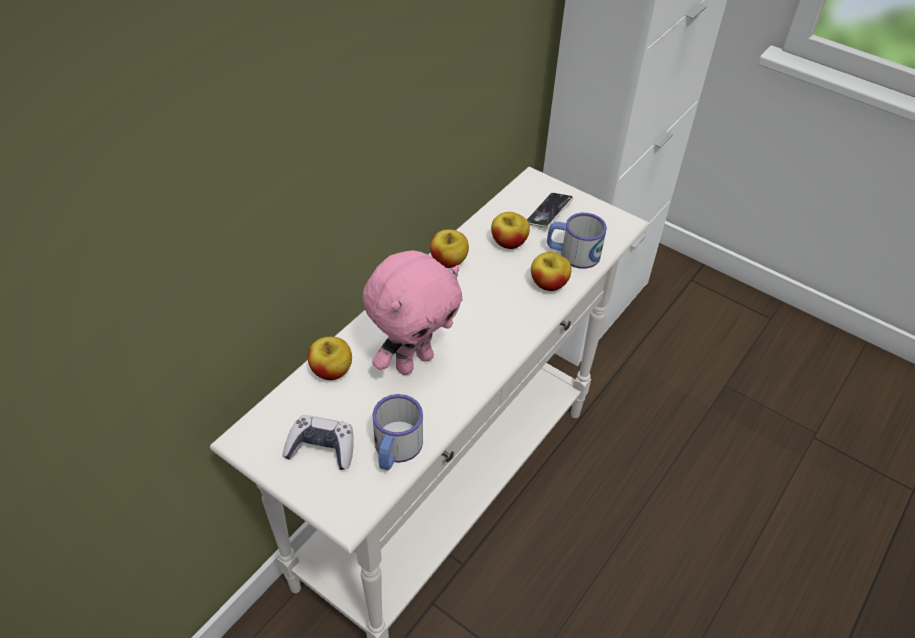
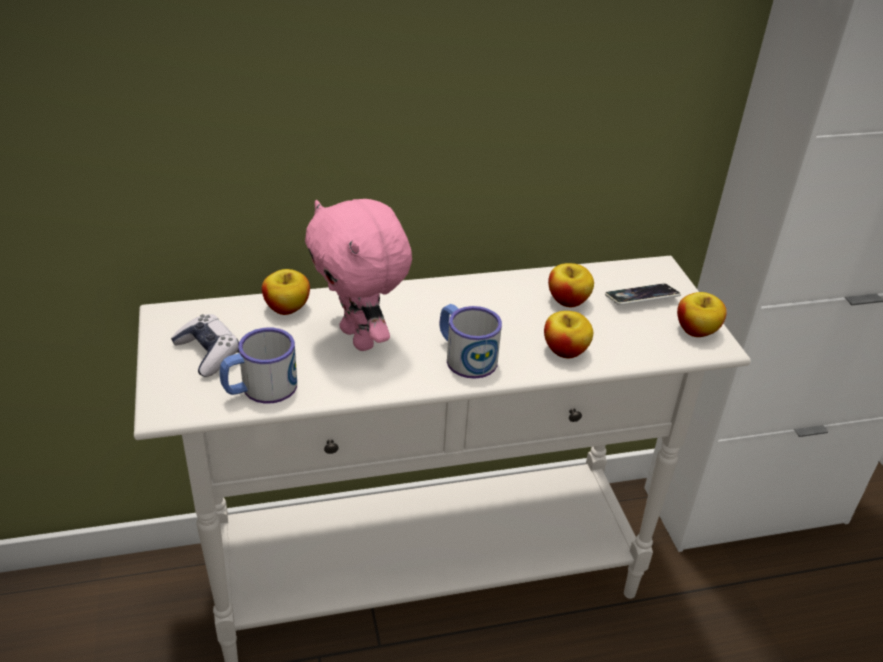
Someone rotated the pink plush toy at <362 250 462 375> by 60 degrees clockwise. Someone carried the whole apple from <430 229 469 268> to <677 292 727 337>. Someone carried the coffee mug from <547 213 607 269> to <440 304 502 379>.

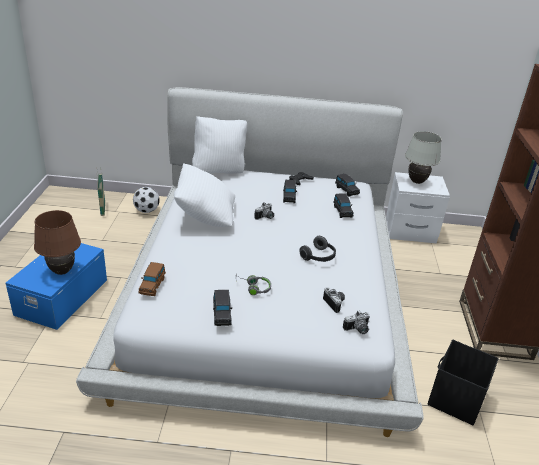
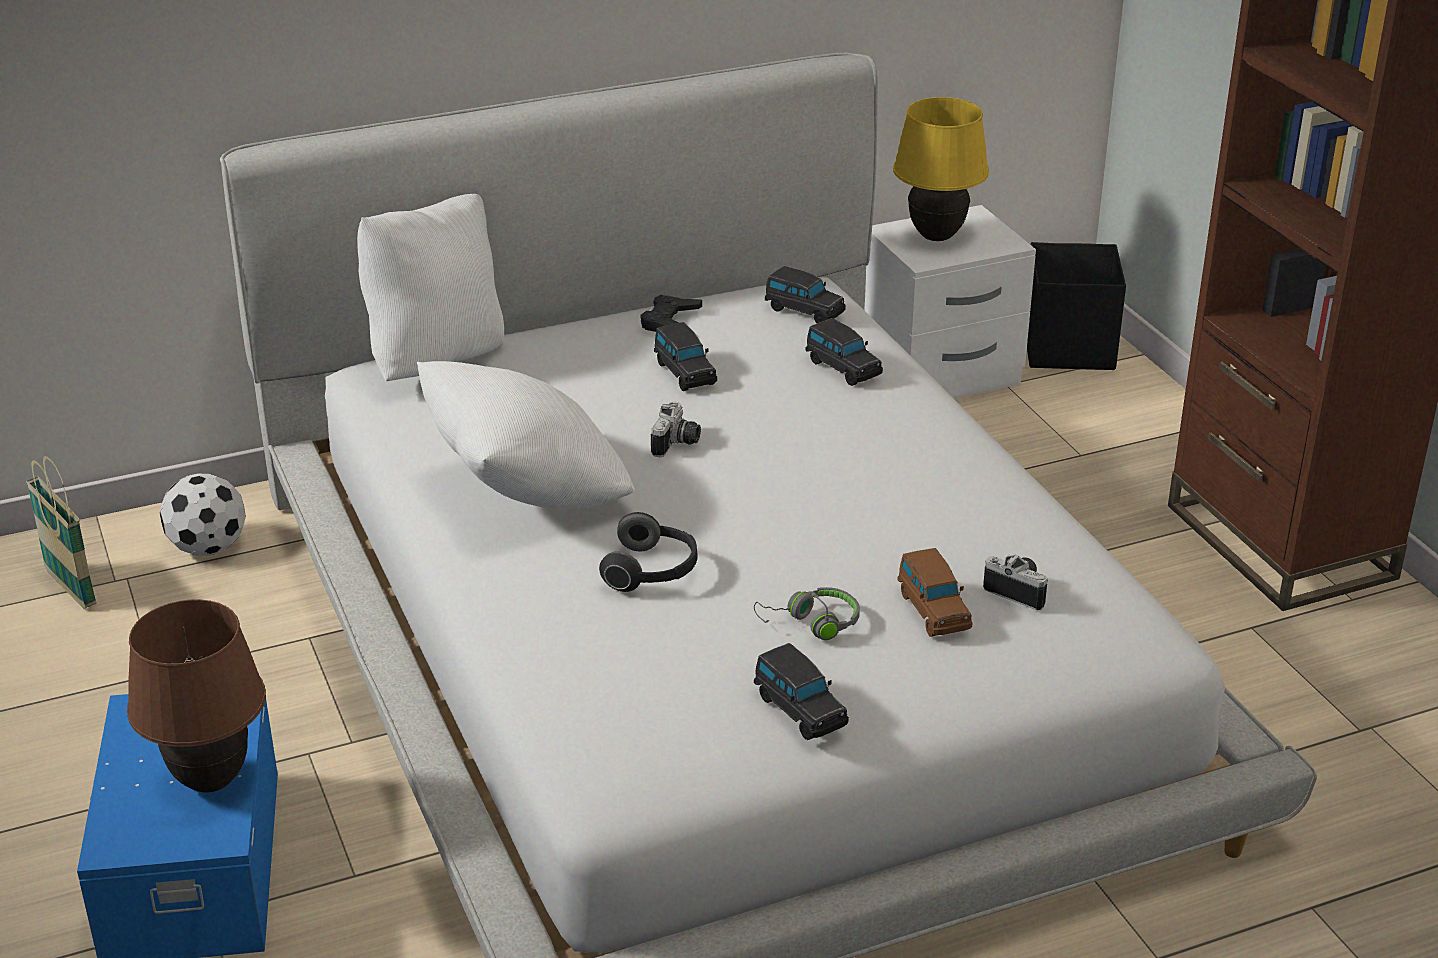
Someone carried the brown-coloured toy car from <138 262 166 296> to <898 548 973 637>. Someone carried the headphones from <299 236 336 262> to <599 512 697 592>. Someone took away the still camera at <343 311 370 334>. Someone repainted the whitish lamp for a table at <405 131 442 184>, which became the yellowish lamp for a table at <893 97 989 241>. Someone carried the black-coloured storage box from <428 339 499 425> to <1027 242 1126 370>.

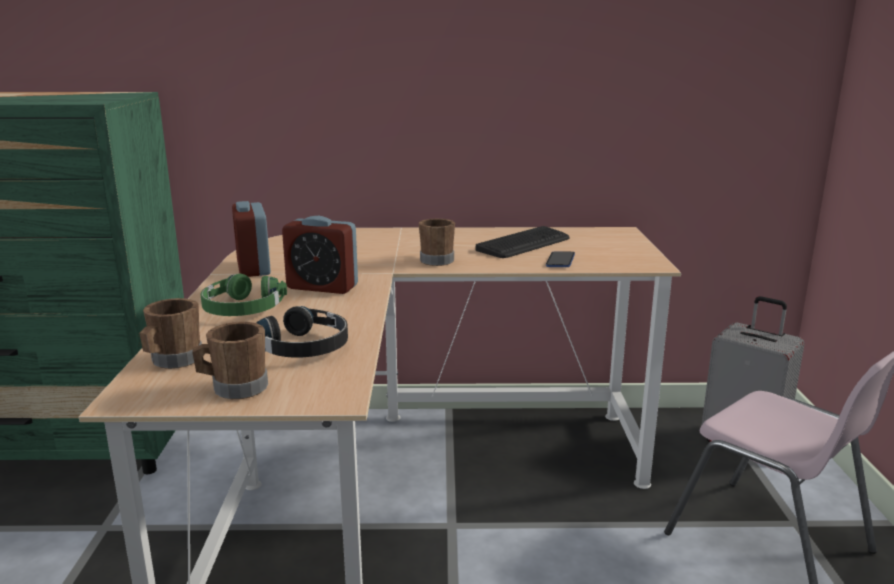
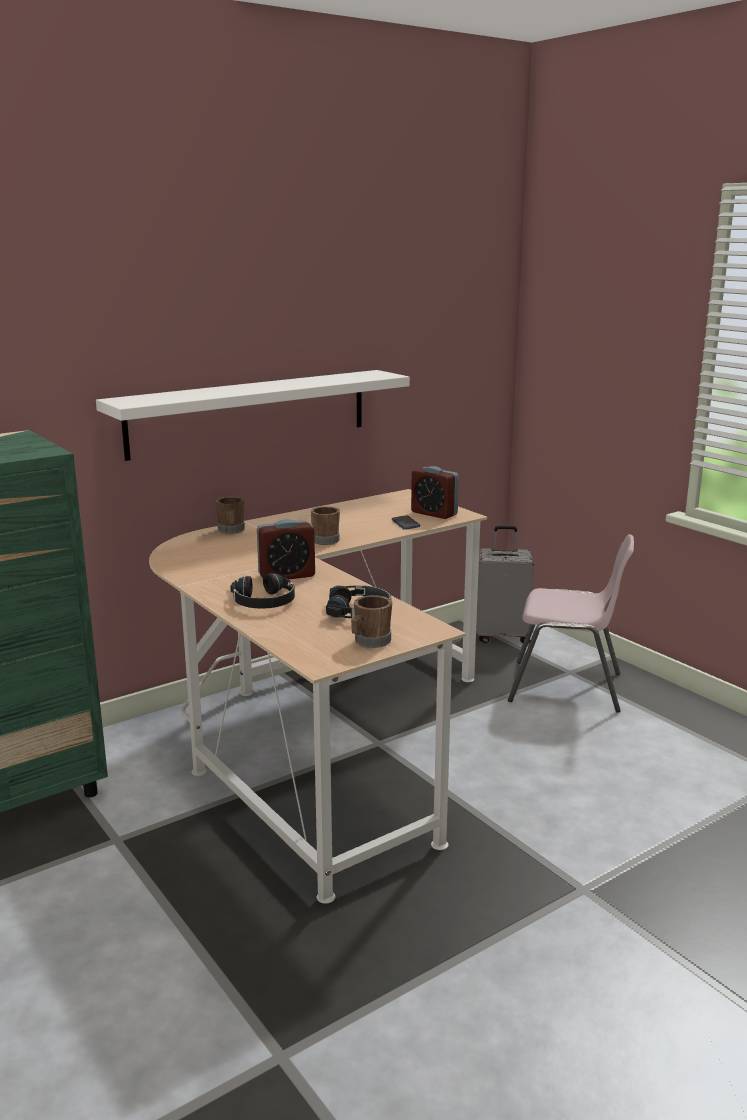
Someone carried the brown-coloured coffee mug from <139 298 202 369> to <216 497 245 534>. Someone repainted the green headphones at <201 274 287 316>, which became the black-coloured headphones at <230 573 295 609>. Someone carried the table clock from <232 201 271 277> to <411 466 459 519>. Someone took away the PC keyboard at <476 226 569 258>. Someone put up the whitish shelf at <96 370 410 461>.

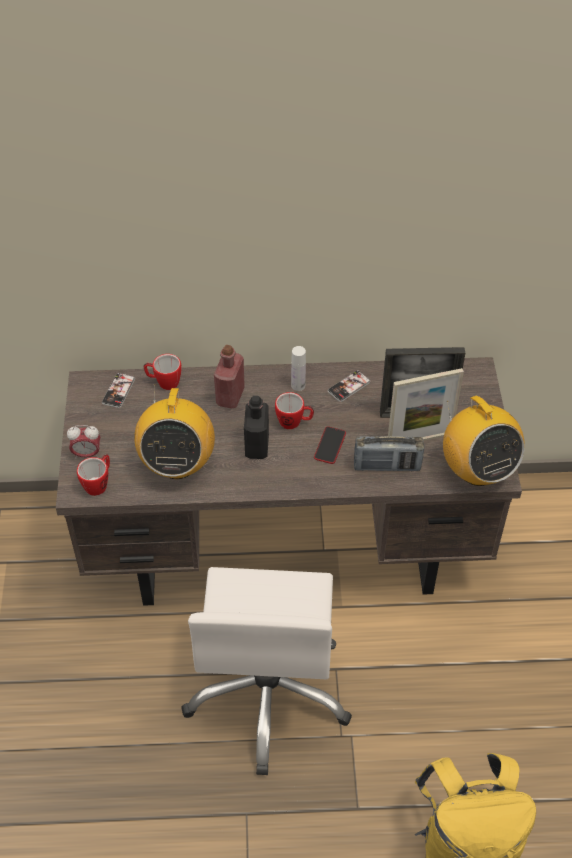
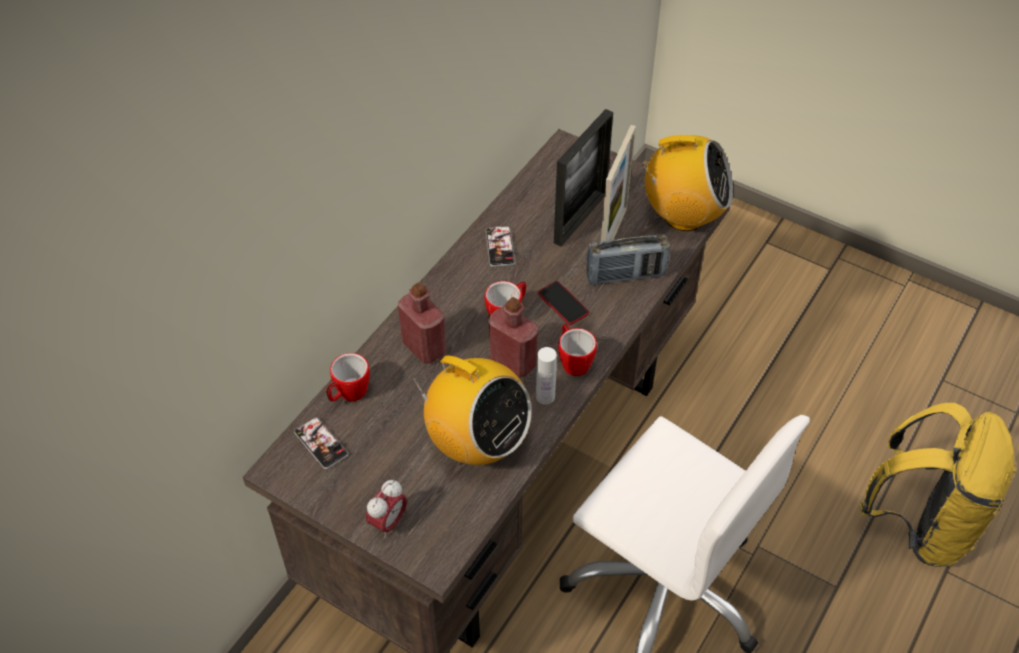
Someone carried the coffee mug from <77 455 110 496> to <558 324 597 376>. Someone repainted the black-coloured bottle at <244 396 269 459>, which became the red-coloured bottle at <488 297 539 378>. Someone carried the whitish bottle from <291 346 306 391> to <536 347 557 405>. Someone rotated the radio at <354 436 424 471> by 45 degrees clockwise.

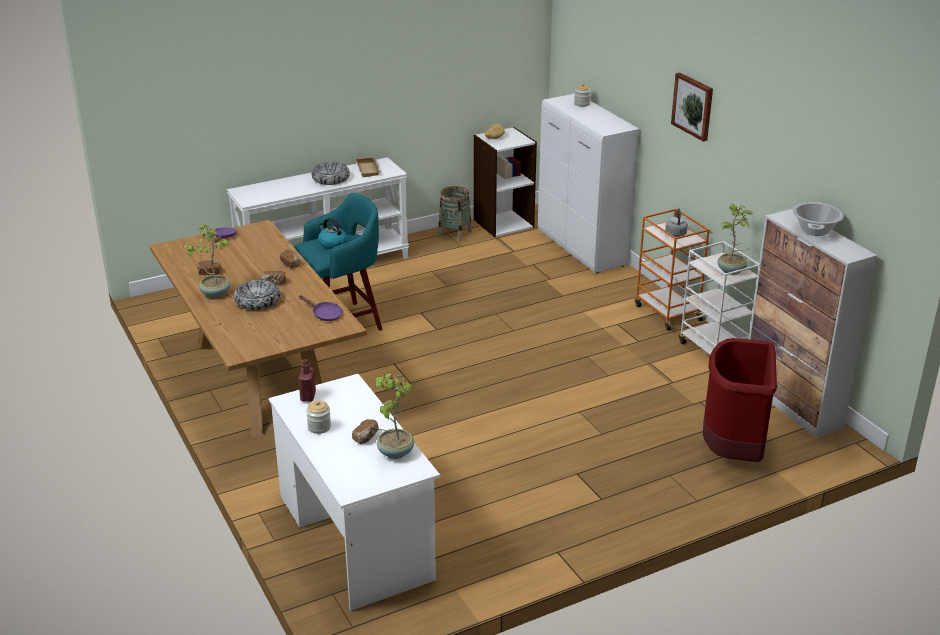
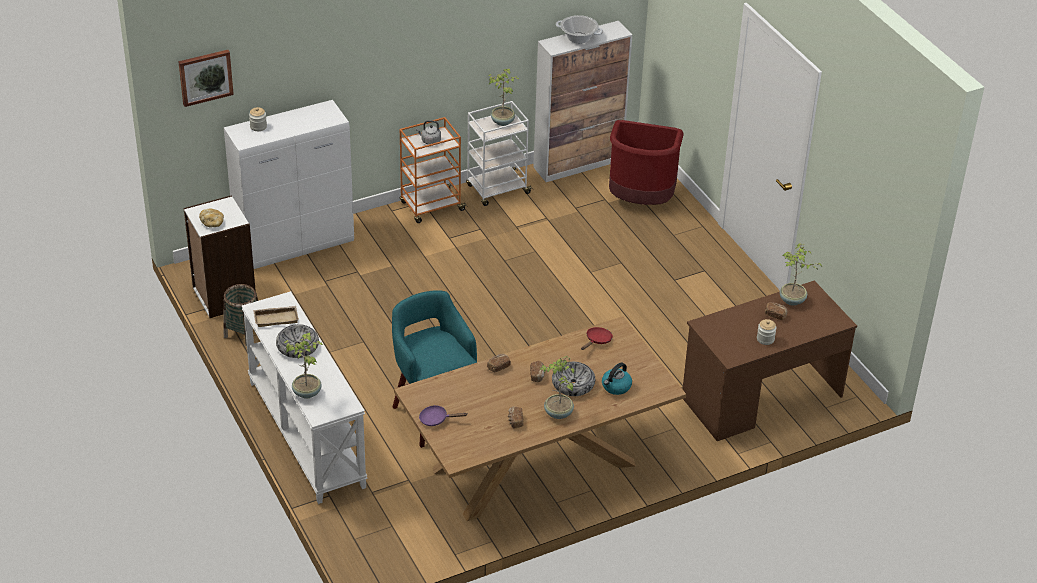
Someone repainted the whitish desk at <268 374 440 611>, which became the brown-coloured desk at <683 280 857 441>. Someone took away the red-coloured bottle at <298 359 316 402>. Someone repainted the purple-coloured frying pan at <299 295 342 321>, which became the red-coloured frying pan at <581 327 613 350>. Someone carried the kettle from <318 218 347 249> to <602 363 632 395>. Someone carried the picture from <671 73 713 141> to <178 50 234 107>. Someone put down the houseplant at <284 332 323 399>.

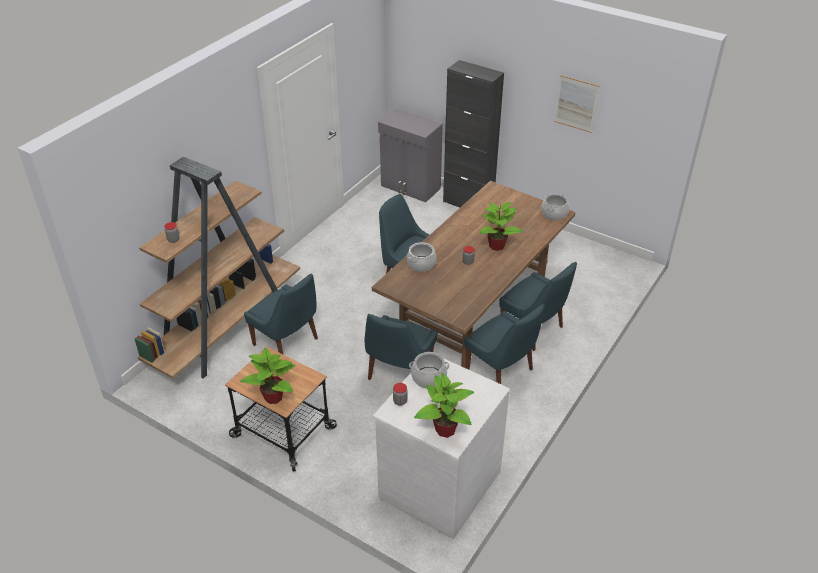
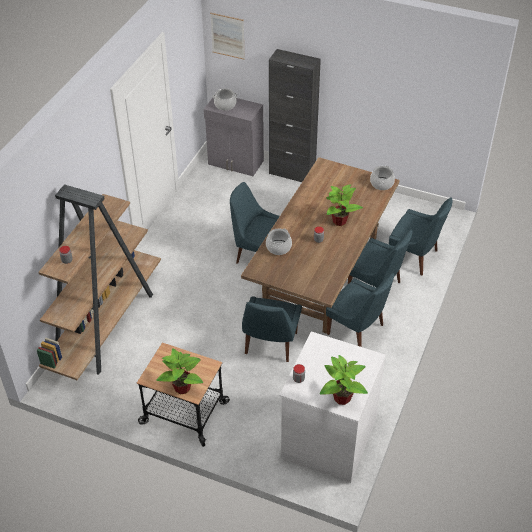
Someone carried the bluish plain chair from <244 273 318 354> to <389 198 452 276>. Someone carried the saucepot from <409 352 450 388> to <212 88 237 111>. Someone carried the picture from <554 75 599 133> to <210 13 245 60>.

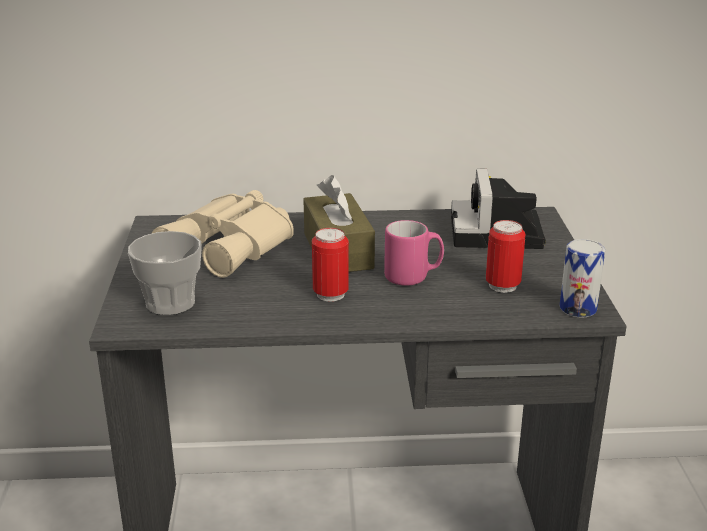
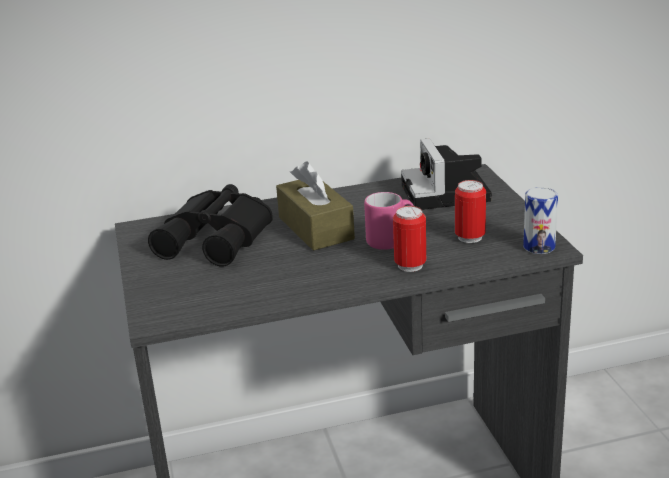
Someone took away the small cup at <128 231 202 315>. Someone repainted the beige-coloured binoculars at <152 190 294 278>, which became the black-coloured binoculars at <148 184 273 267>. Someone carried the sealed can from <312 228 349 302> to <393 206 426 272>.

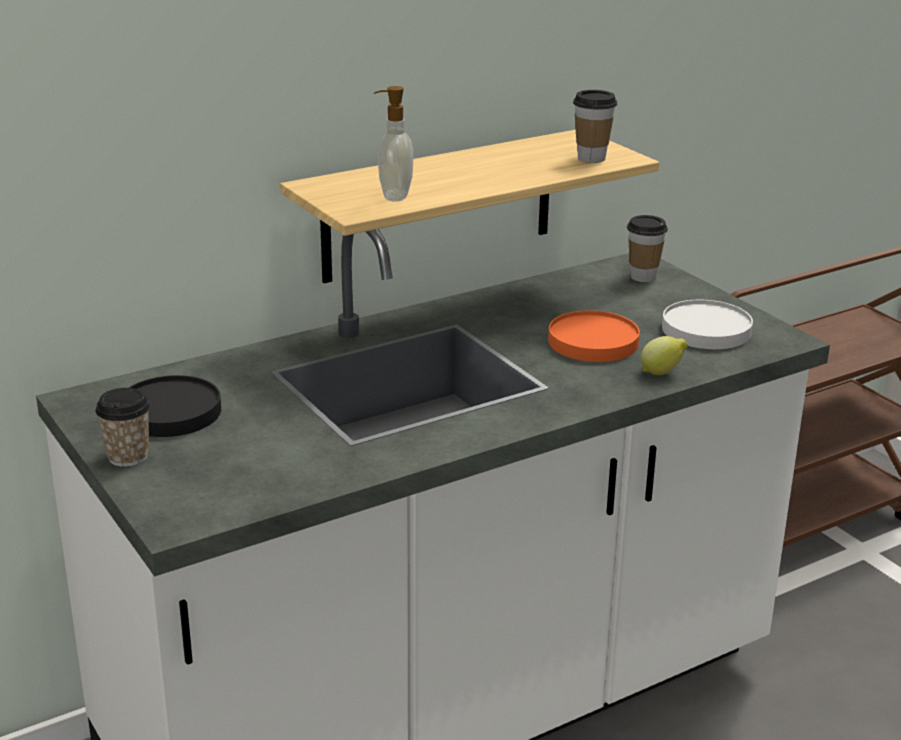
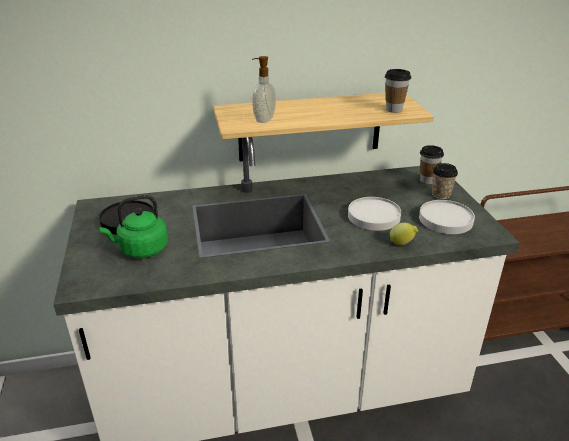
Someone carried the small cup from <95 388 150 467> to <432 163 458 199>. Someone repainted the orange-coloured dinner plate at <548 310 640 362>, which became the whitish dinner plate at <348 197 401 231>. Someone put down the green kettle at <99 195 168 258>.

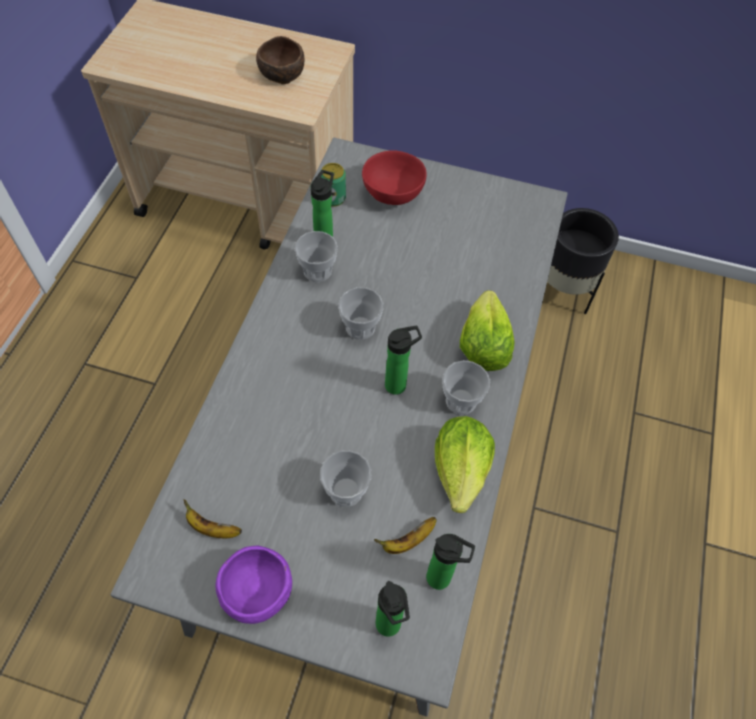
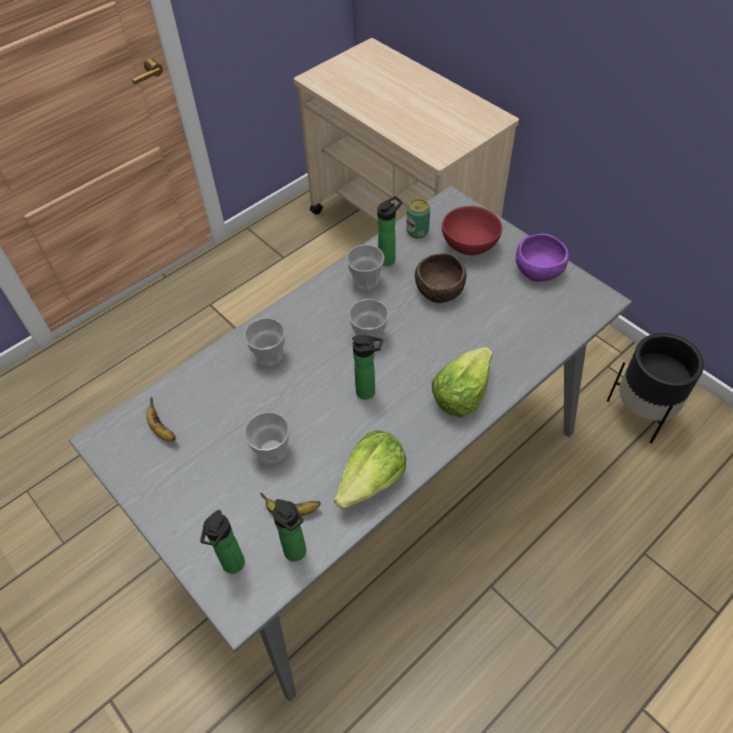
Someone carried the purple-coloured deep dish from <215 545 292 624> to <516 234 569 282>. Someone carried the brown-coloured deep dish from <256 36 304 84> to <415 253 466 303>. Someone carried the small cup from <442 360 490 415> to <244 318 285 366>.

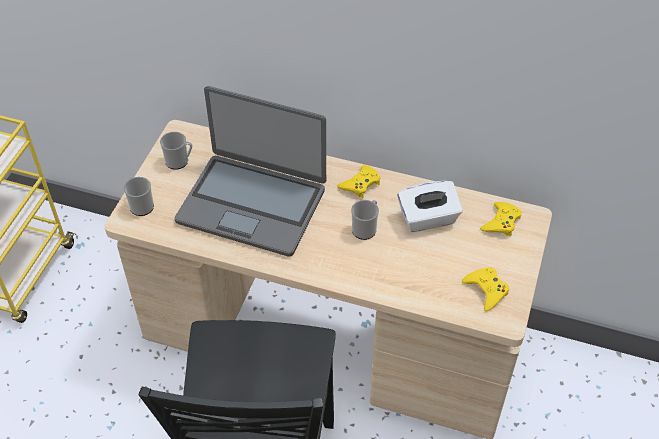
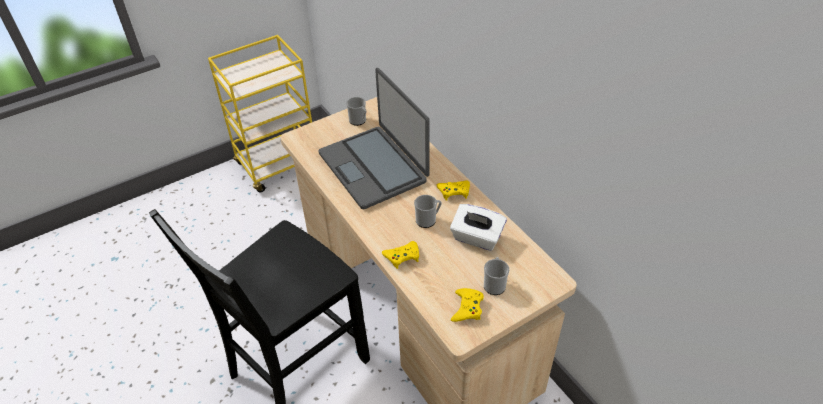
Someone carried the coffee mug from <124 177 154 216> to <484 257 509 295>. Someone carried the yellowish joypad from <480 202 522 236> to <382 241 419 269>.

